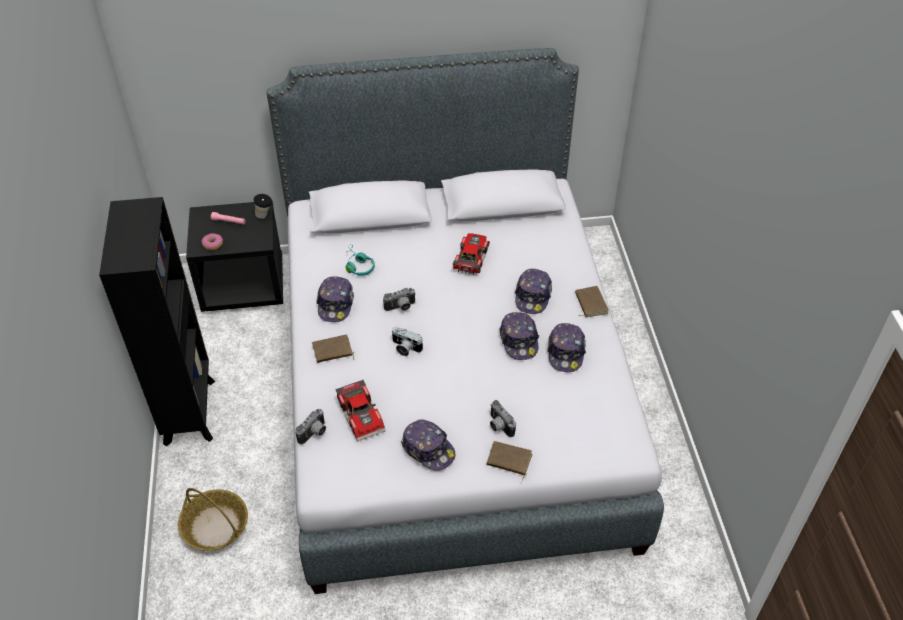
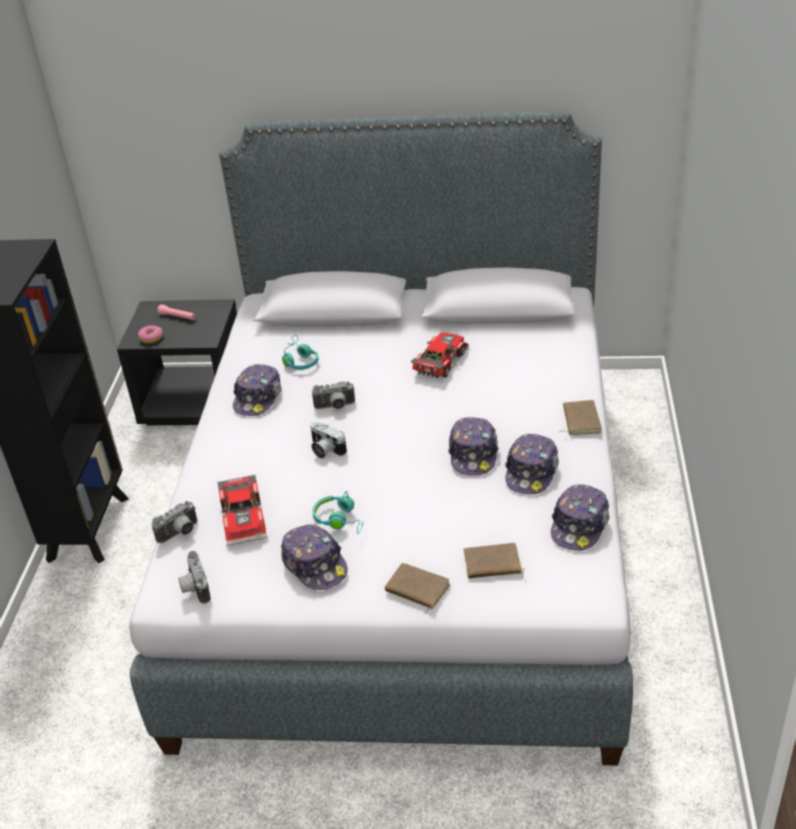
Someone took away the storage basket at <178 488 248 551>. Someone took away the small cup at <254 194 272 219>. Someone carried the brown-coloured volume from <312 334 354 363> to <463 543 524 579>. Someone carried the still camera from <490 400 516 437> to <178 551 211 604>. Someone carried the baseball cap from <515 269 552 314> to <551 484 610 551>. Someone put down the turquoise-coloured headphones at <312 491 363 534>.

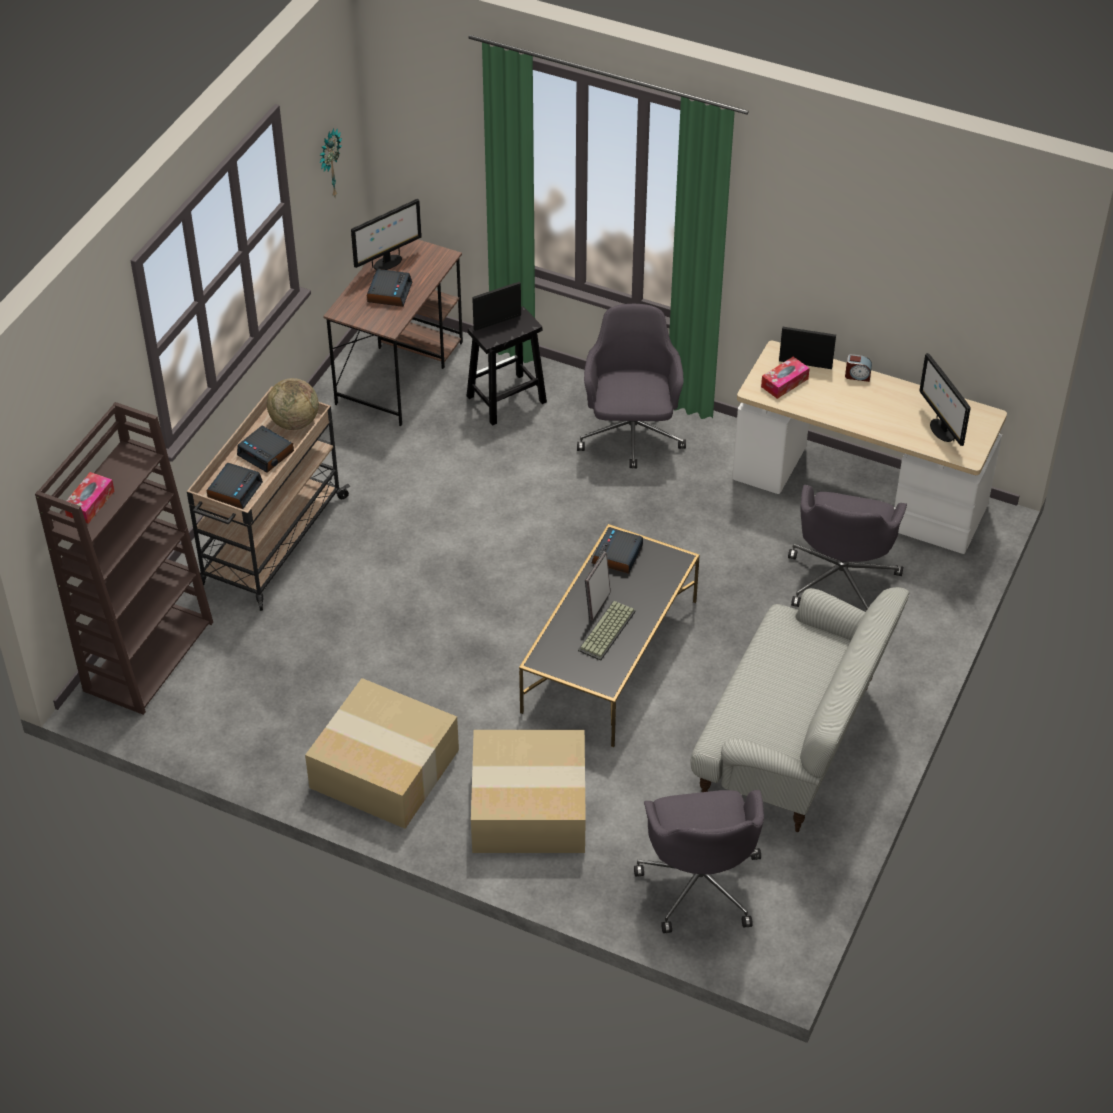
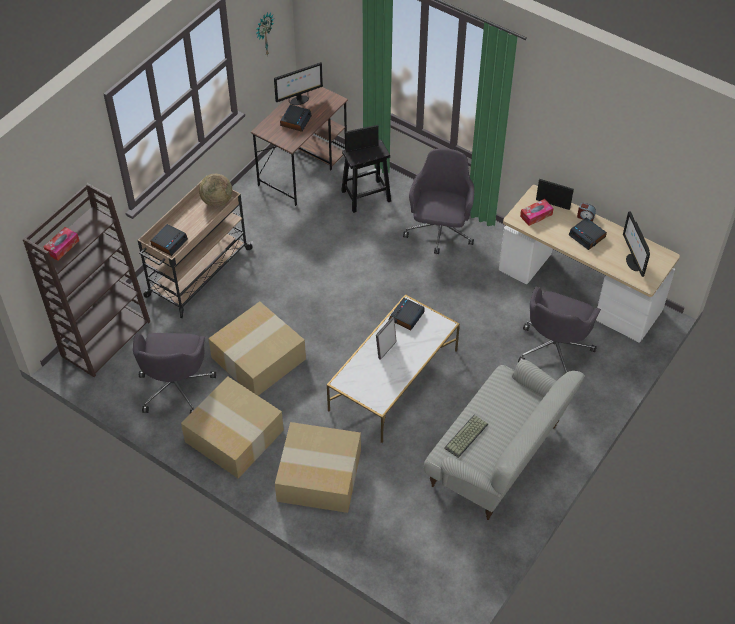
Someone carried the table clock from <237 425 294 473> to <569 217 607 250>. Someone repainted the black-coloured low table at <519 524 700 747>, which became the whitish low table at <327 294 460 443>. Someone carried the PC keyboard from <578 601 636 661> to <444 415 488 458>. Someone carried the greyish computer chair from <634 790 764 933> to <133 333 216 414>. Someone put down the packing box at <208 301 306 396>.

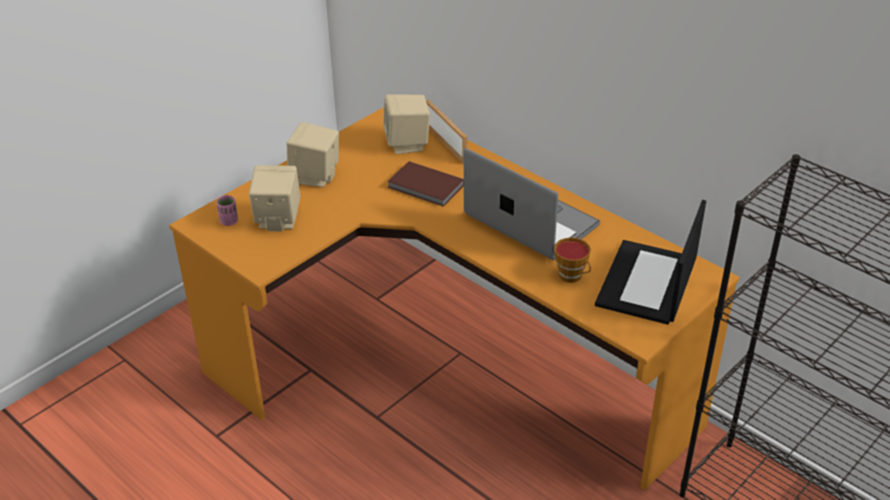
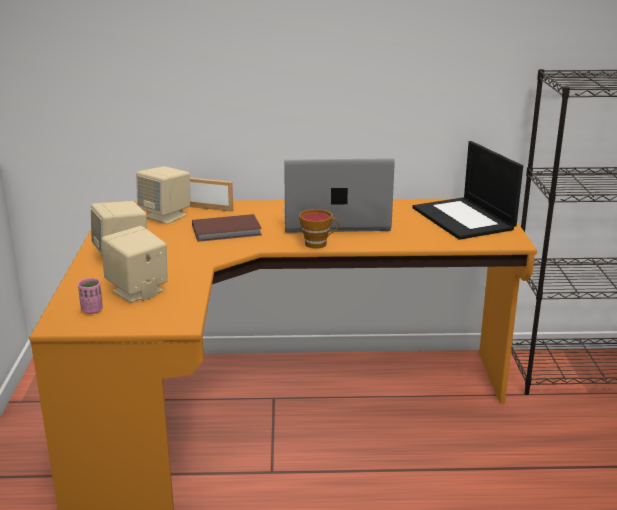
Someone carried the small cup from <554 237 591 283> to <299 209 339 249>.

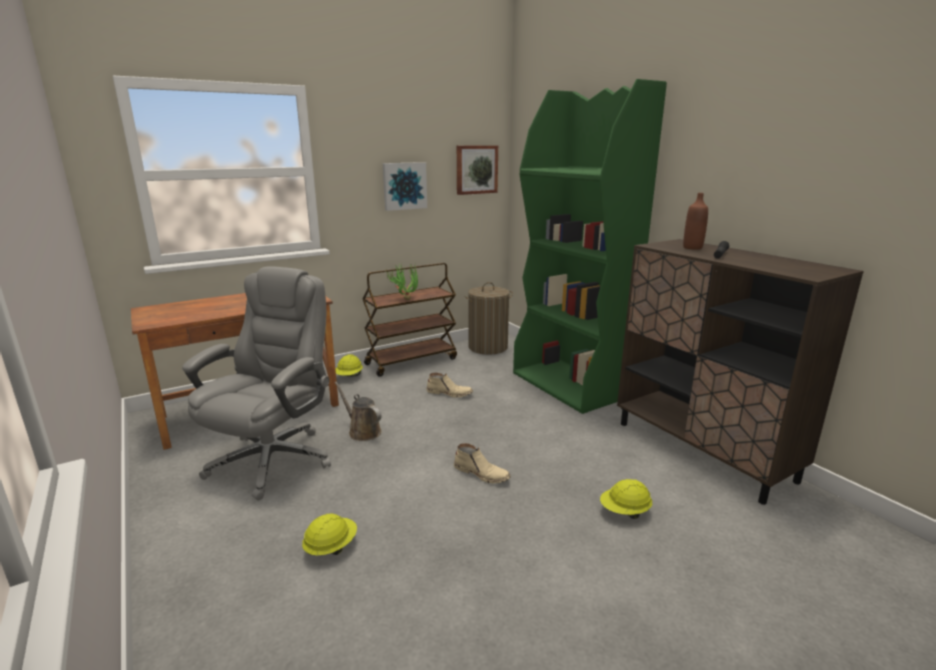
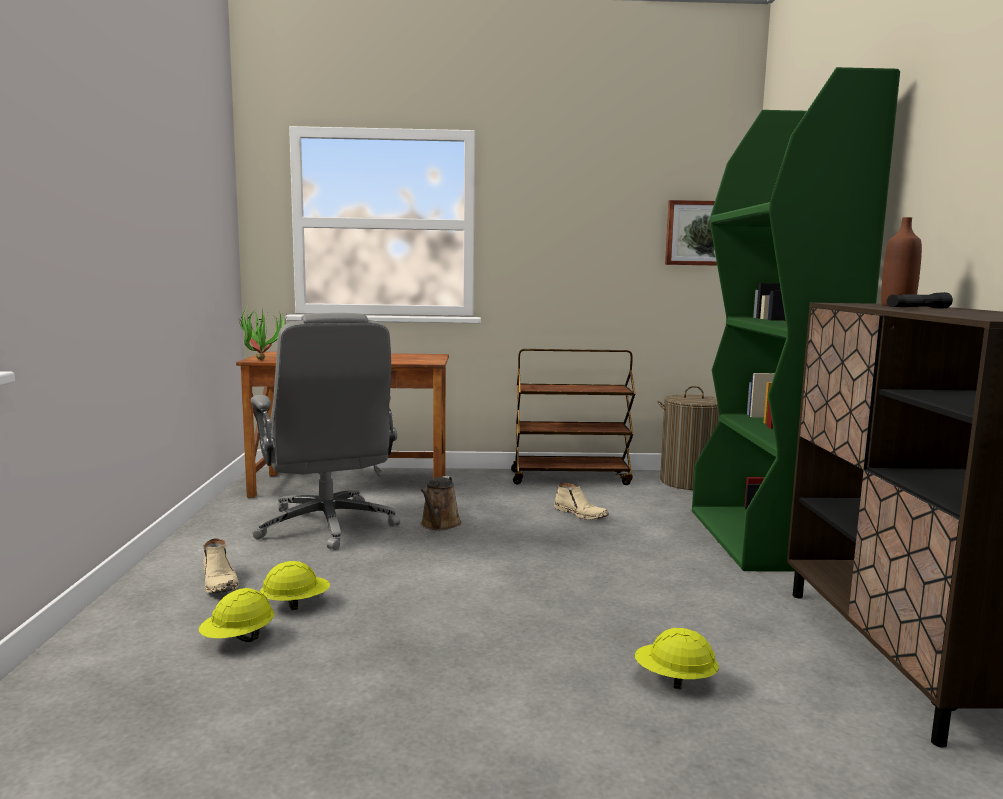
Someone rotated the greyish computer chair at <182 266 331 500> by 105 degrees clockwise. Someone rotated the brown-coloured watering can at <334 382 382 441> by 150 degrees counterclockwise. Someone carried the yellowish hard hat from <335 354 363 377> to <199 588 275 642>. Someone took away the picture at <383 162 427 211>. Someone carried the houseplant from <386 263 418 300> to <237 309 286 360>. Someone carried the beige-coloured high-top boot from <454 443 511 483> to <203 538 239 593>.

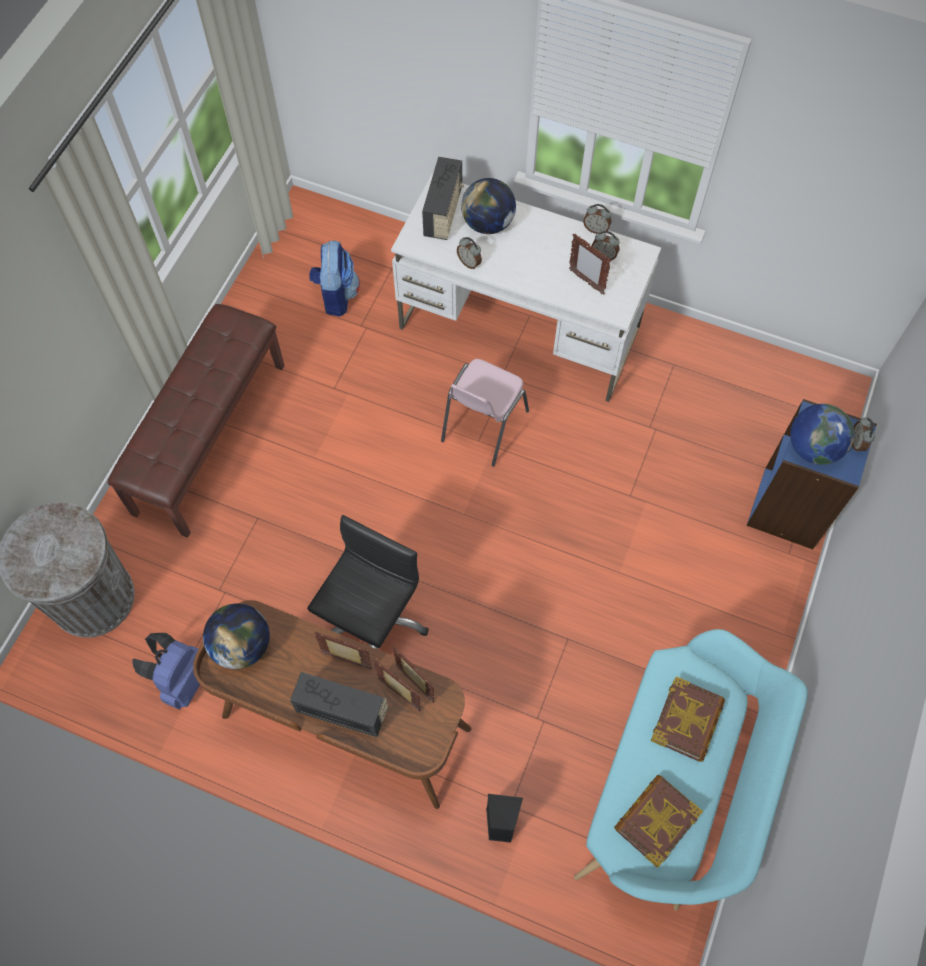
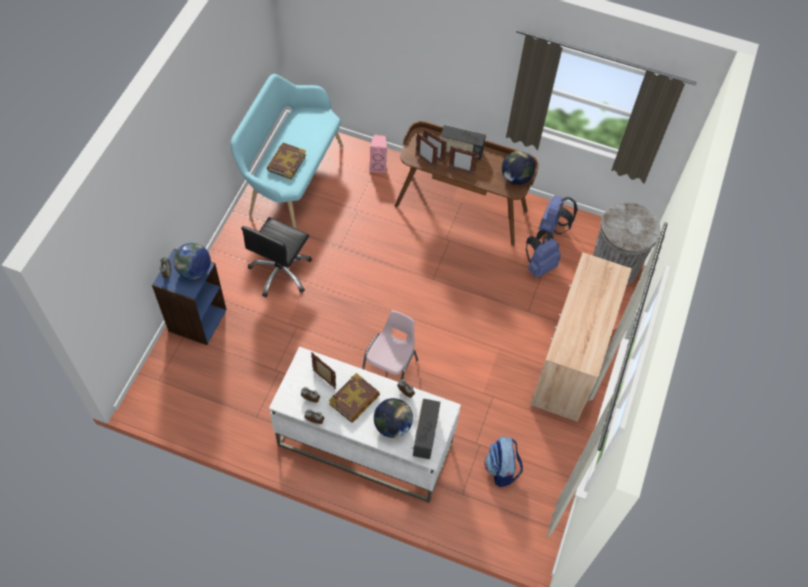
Someone swapped the brown-coloured long seat at <108 304 284 538> for the beige-coloured storage cabinet at <530 252 632 422>. Someone carried the black-coloured computer chair from <307 515 429 649> to <241 217 312 297>. Someone repainted the black-coloured loudspeaker at <486 794 523 843>, which became the pink loudspeaker at <370 134 387 173>. Someone carried the volume from <614 775 703 868> to <329 373 380 423>. Someone put down the bluish rucksack at <526 229 561 278>.

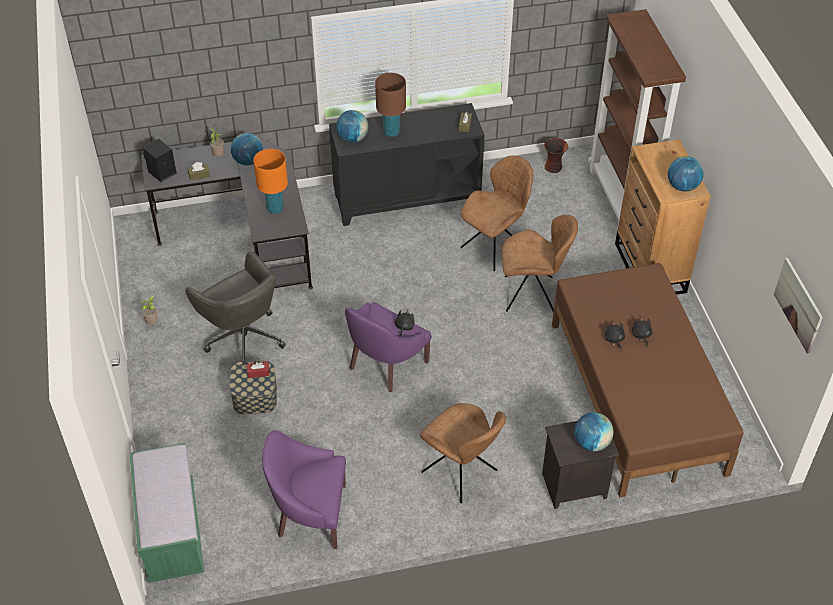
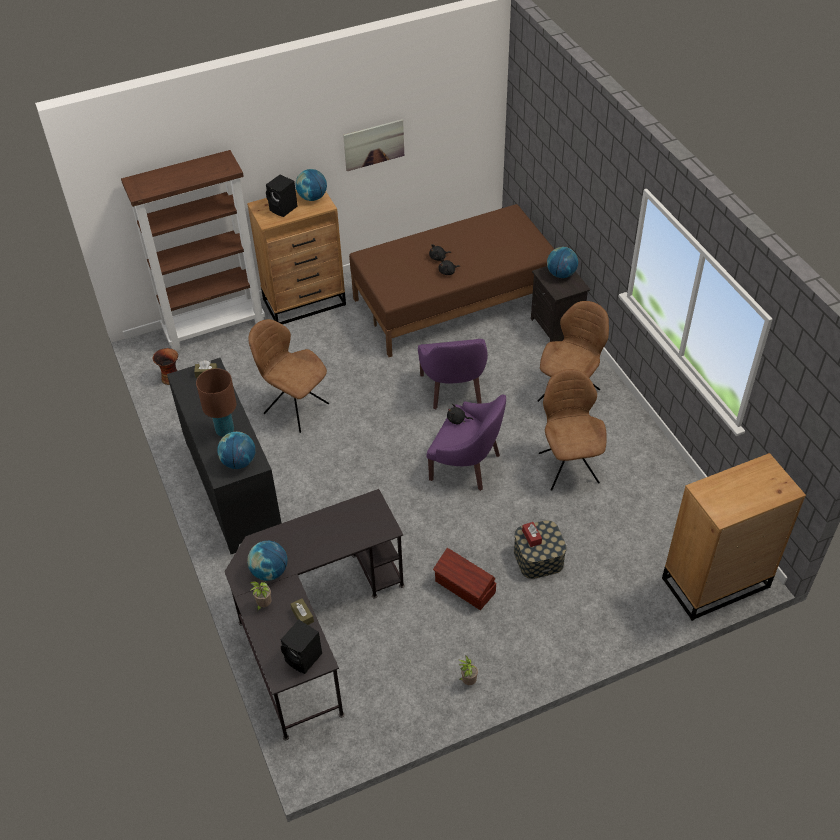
Someone swapped the green long seat at <130 443 204 583> for the brown-coloured dresser at <662 453 806 621>. Someone swapped the greyish computer chair at <185 252 286 362> for the brown-coloured storage box at <433 548 496 610>. Someone took away the orange-coloured lamp for a table at <253 149 288 214>. Someone carried the purple-coloured armchair from <262 430 346 549> to <418 339 488 409>. Someone carried the brown-coloured plain chair from <502 215 578 312> to <539 369 607 491>. Someone carried the picture from <774 258 823 354> to <343 119 404 171>. Someone put down the black-coloured loudspeaker at <266 175 298 217>.

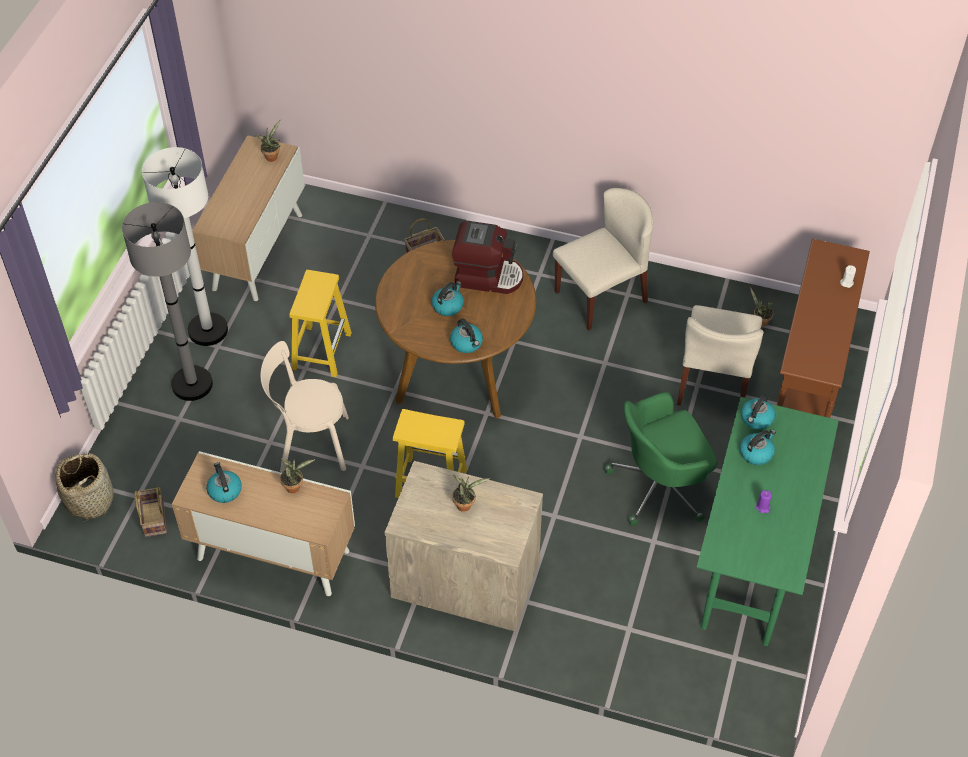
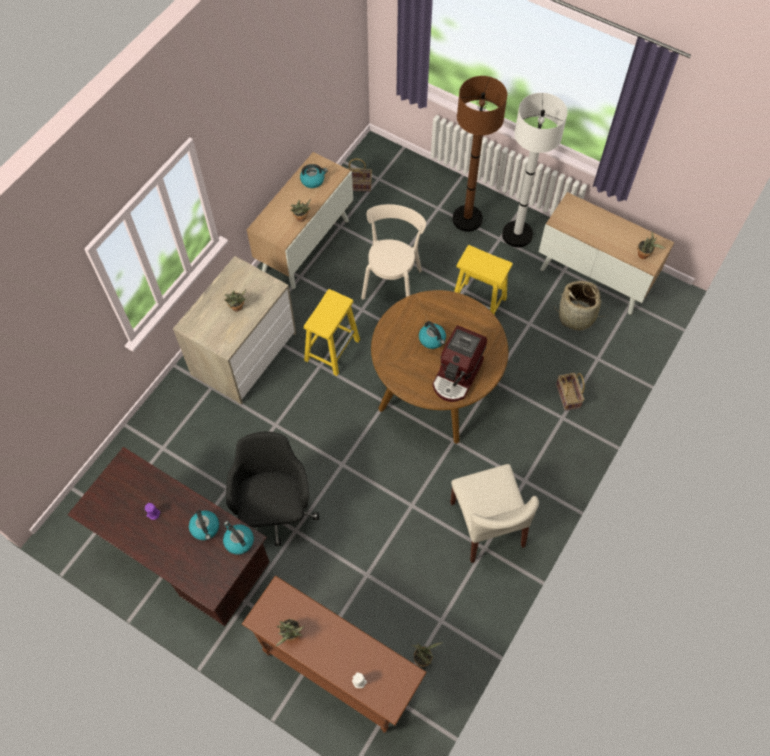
Someone carried the storage basket from <56 452 114 522> to <554 281 609 330>. Someone repainted the greyish standard lamp at <122 202 213 401>, which became the brown-coloured standard lamp at <452 76 507 232>. Someone took away the kettle at <450 318 483 353>. Someone repainted the green computer chair at <604 392 717 526>, which became the black-coloured computer chair at <226 431 319 546>. Someone took away the beige-coloured plain chair at <677 305 763 406>. Someone repainted the green desk at <697 397 839 646>, which became the brown-coloured desk at <68 447 270 626>. Someone put down the houseplant at <275 619 305 647>.

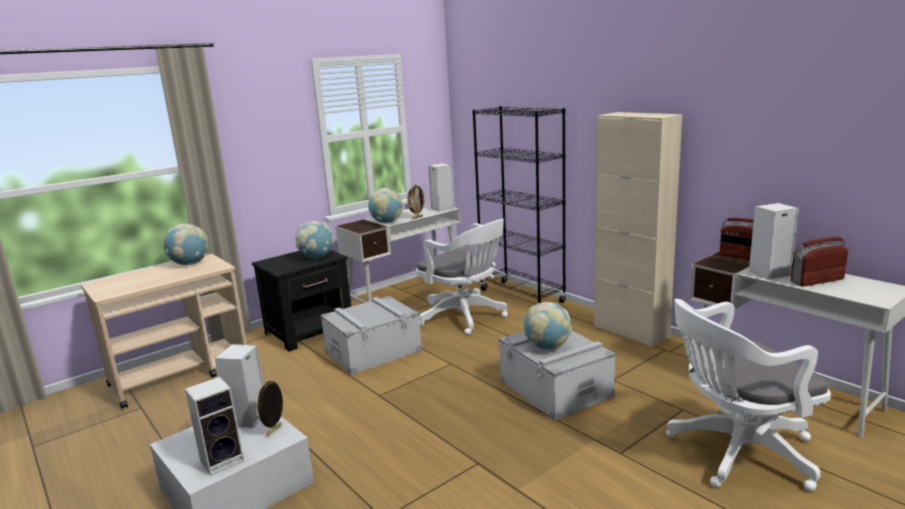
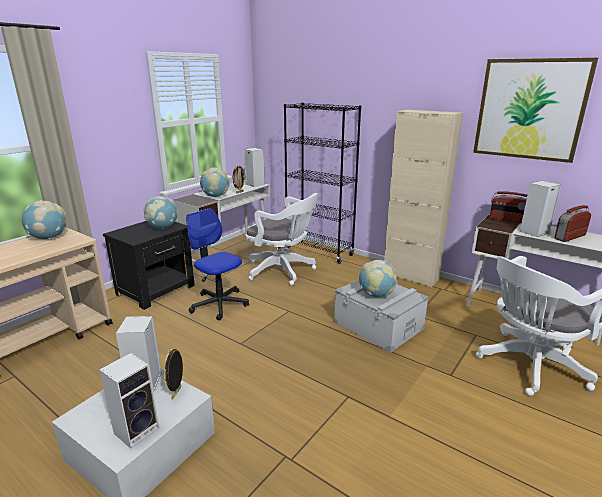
Someone swapped the greyish storage box at <321 296 422 375> for the computer chair at <186 209 249 320>. Someone put up the picture at <473 58 598 163>.

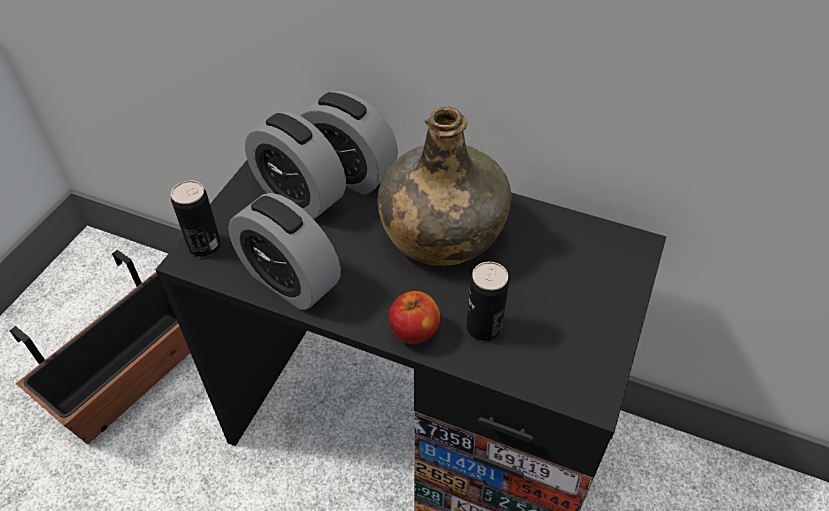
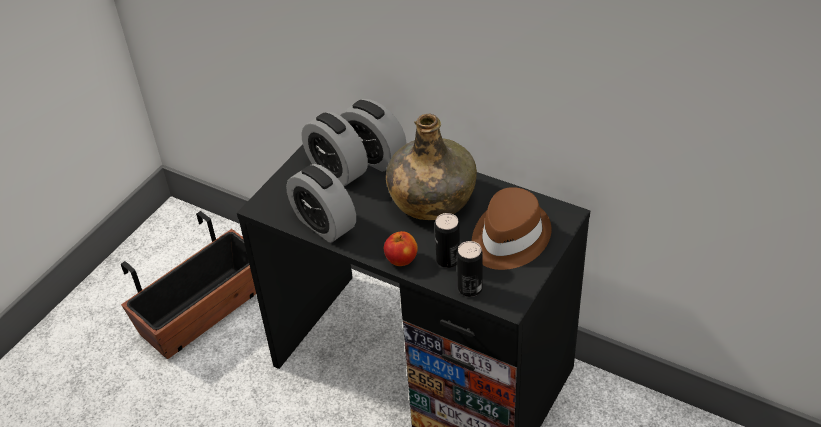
Someone carried the sealed can from <171 180 221 257> to <457 241 483 297>. Someone put down the brown-coloured hat at <472 187 552 270>.

